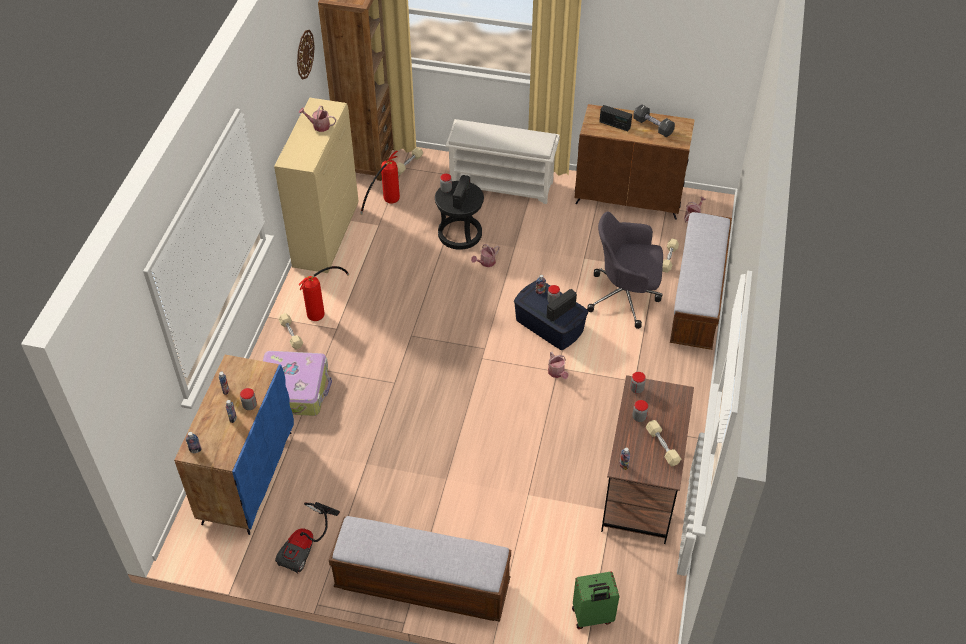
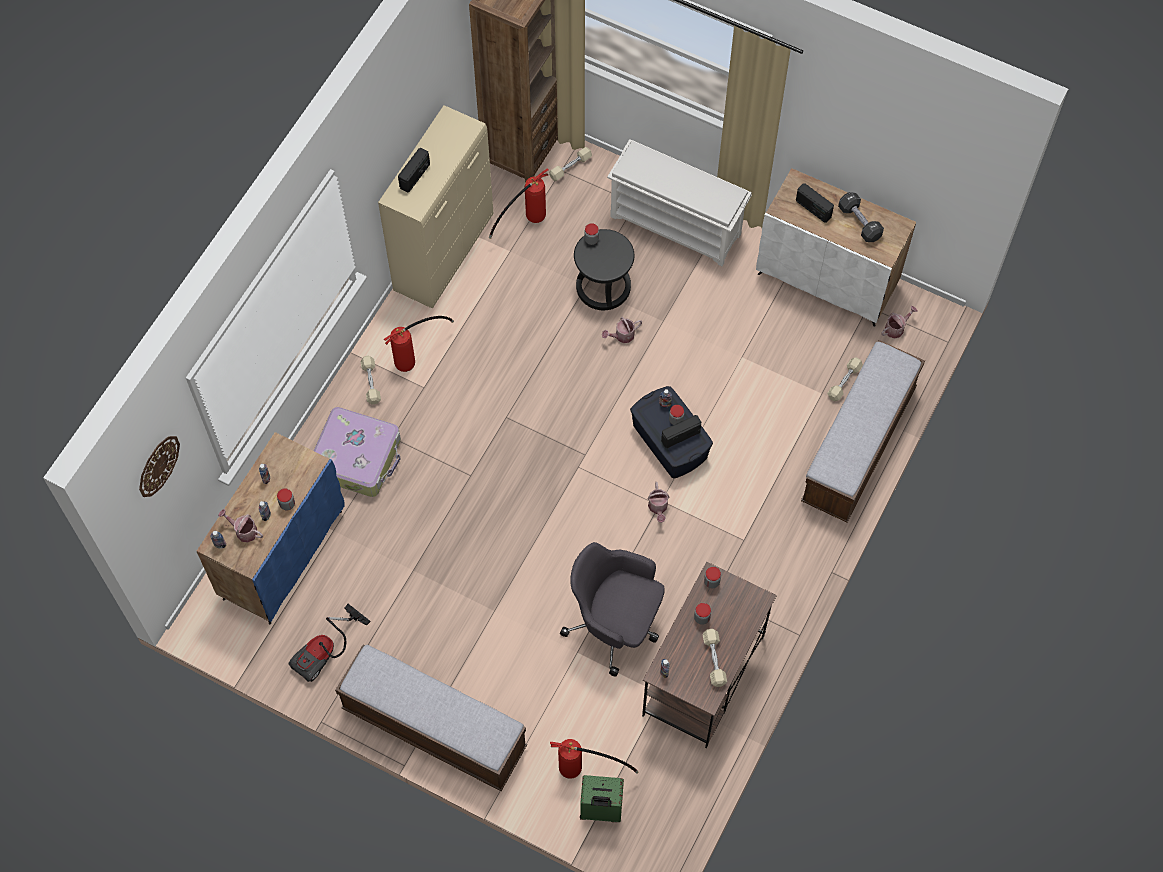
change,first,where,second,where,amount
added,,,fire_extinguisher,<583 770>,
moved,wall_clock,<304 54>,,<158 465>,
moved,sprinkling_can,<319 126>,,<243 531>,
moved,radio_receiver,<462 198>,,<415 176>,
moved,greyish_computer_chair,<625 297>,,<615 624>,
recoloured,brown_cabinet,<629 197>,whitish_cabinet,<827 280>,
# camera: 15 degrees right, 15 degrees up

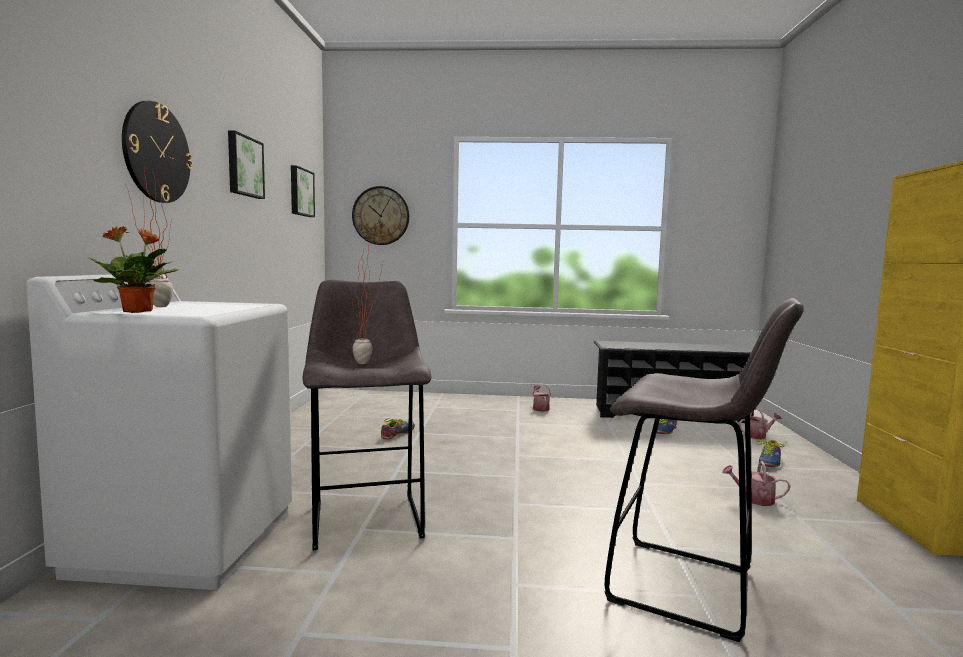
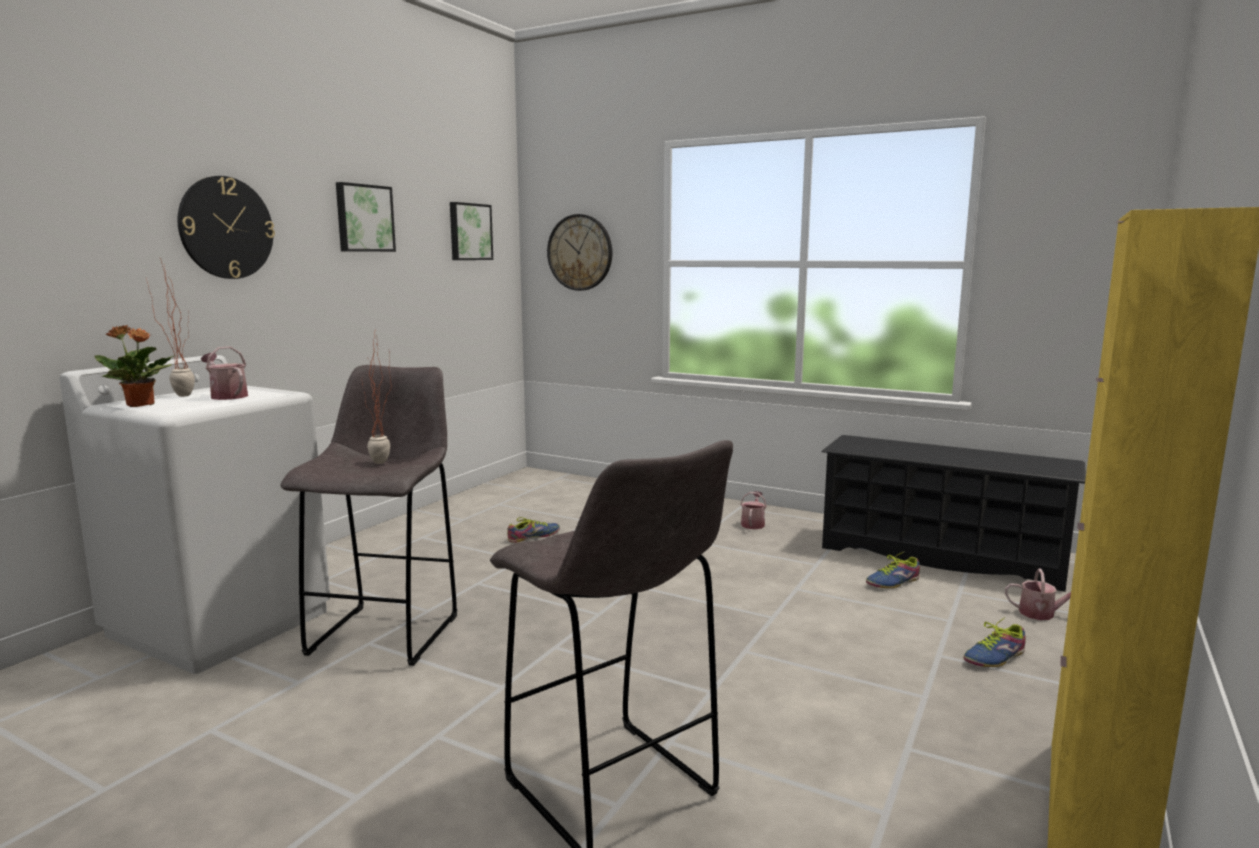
change,first,where,second,where,amount
moved,sprinkling_can,<754 499>,,<227 396>,
# camera: 25 degrees right, 5 degrees up

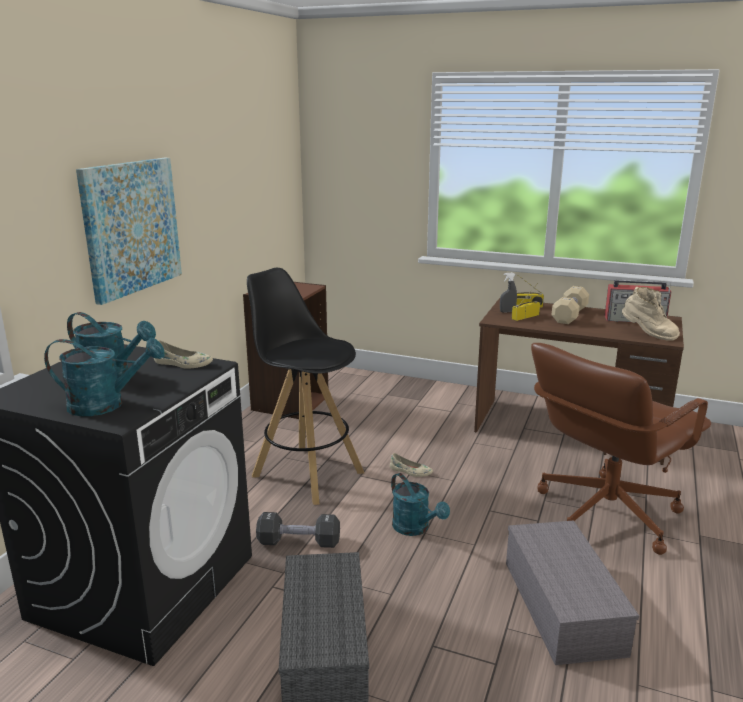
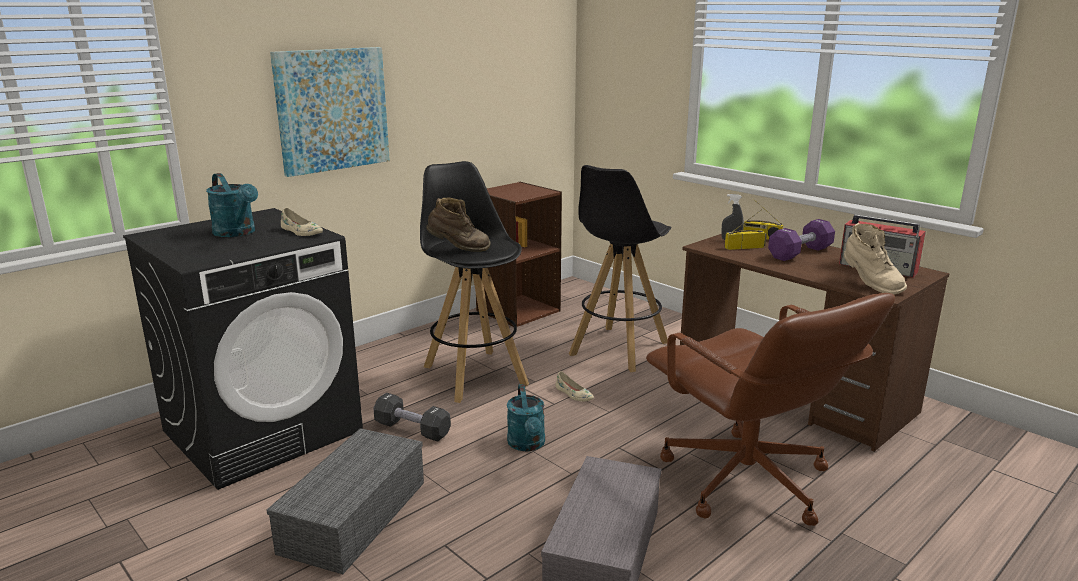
change,first,where,second,where,amount
removed,turquoise_sprinkling_can,<106 405>,,,
added,,,brown_boot,<458 249>,
added,,,black_sitting_stool,<618 349>,
recoloured,beige-coloured_dumbbell,<569 315>,purplish_dumbbell,<800 253>,
turned,brown_computer_chair,<605 513>,,<746 482>,105 degrees counterclockwise
# camera: 25 degrees right, 0 degrees up

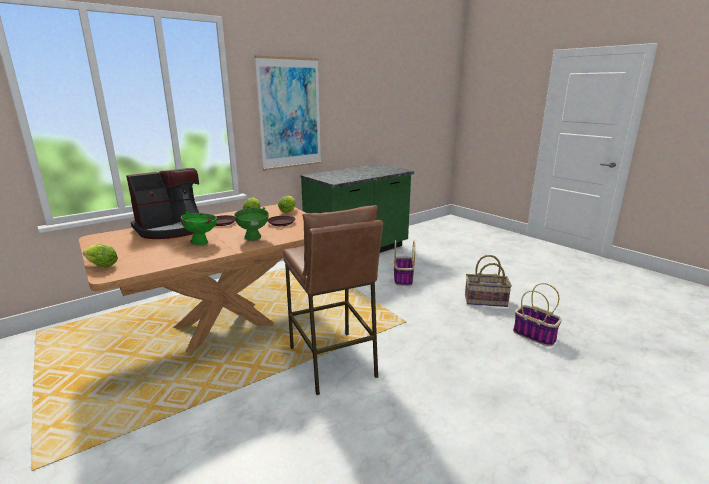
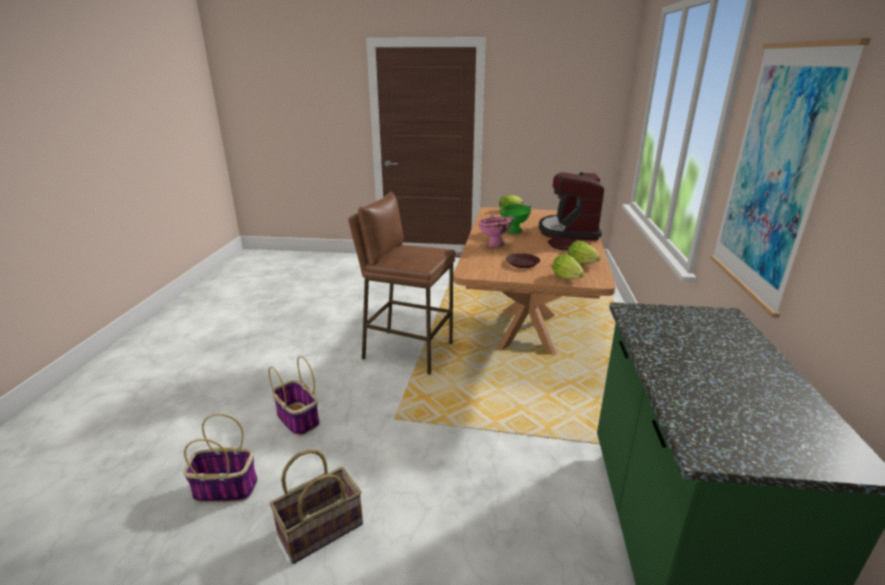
change,first,where,second,where,amount
moved,household_basket,<403 279>,,<298 419>,
recoloured,greenish_serving_bowl,<254 238>,pink-coloured_serving_bowl,<494 245>,
# camera: 135 degrees right, 5 degrees up

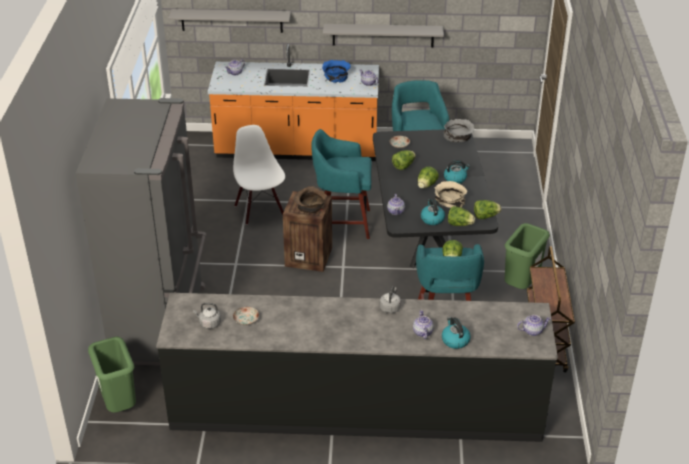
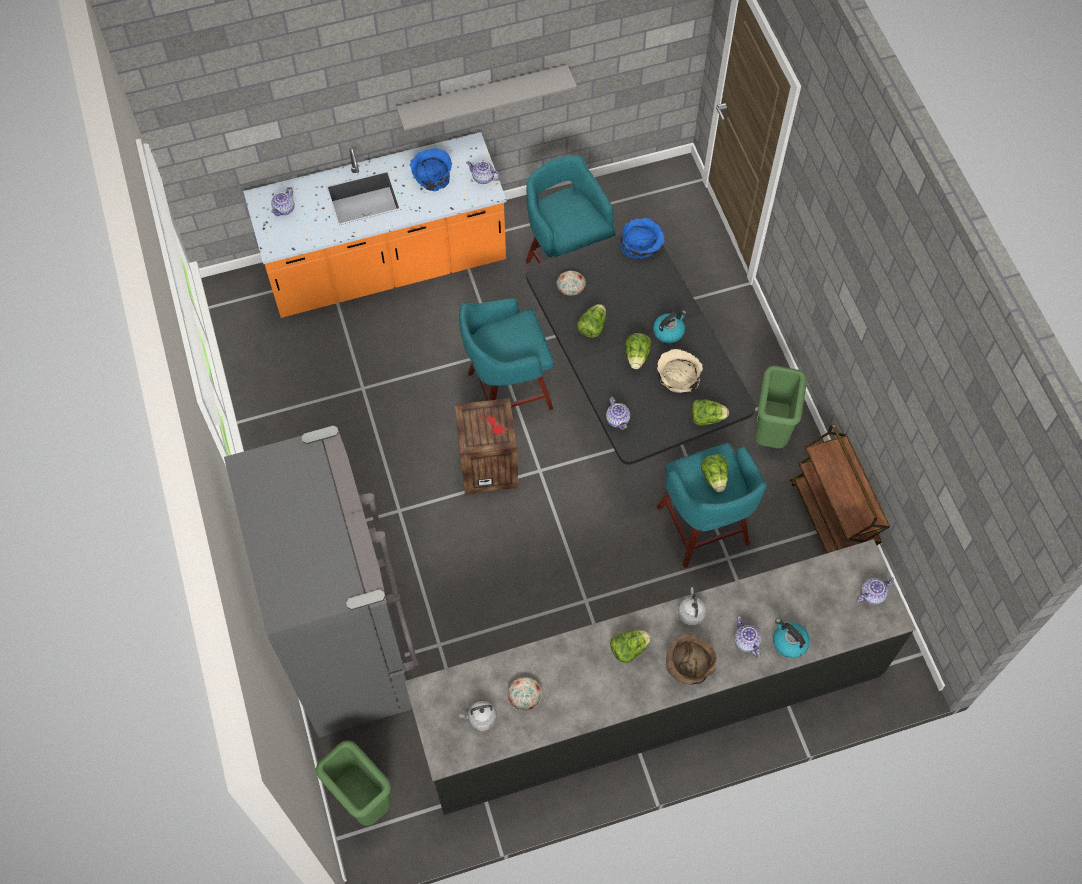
change,first,where,second,where,amount
removed,greyish_shelf,<231 20>,,,
removed,whitish_chair,<260 210>,,,
removed,kettle,<432 219>,,,
moved,brown_serving_bowl,<310 207>,,<689 666>,
moved,lettuce_head,<485 216>,,<628 649>,
recoloured,greyish_serving_bowl,<458 137>,bluish_serving_bowl,<641 245>,
# camera: 20 degrees left, 25 degrees up

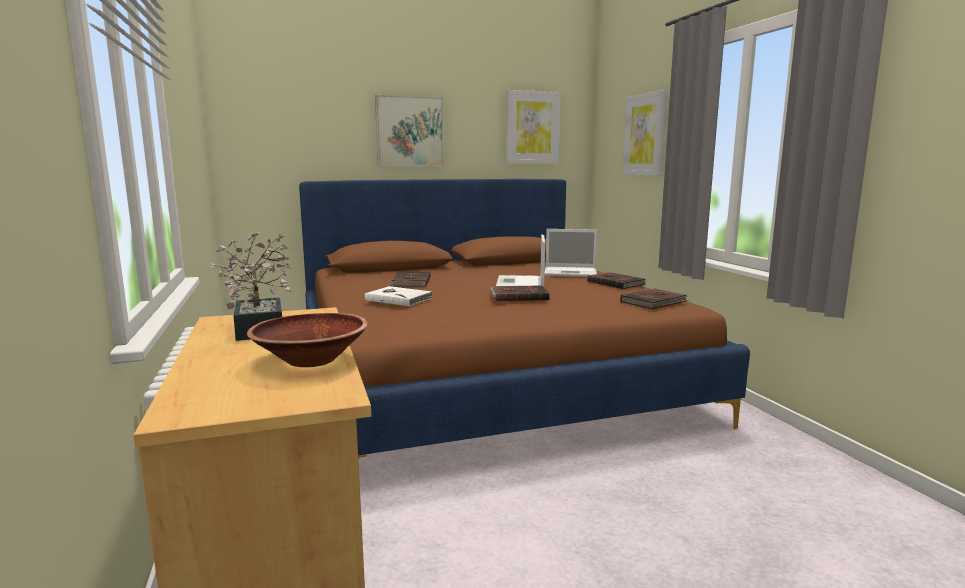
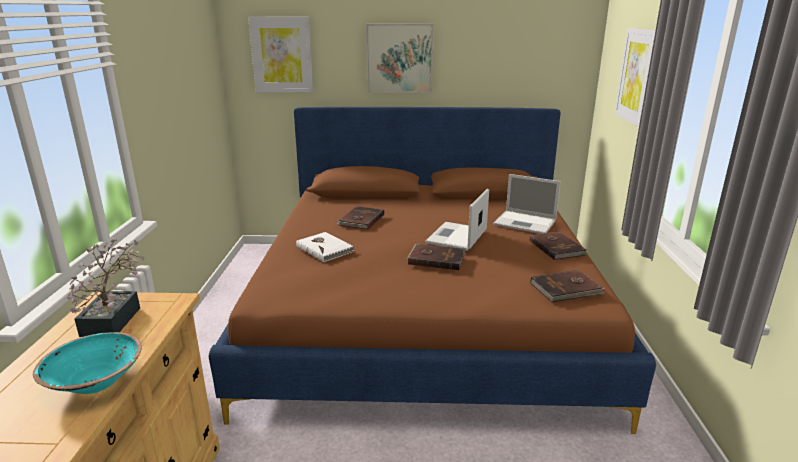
change,first,where,second,where,amount
moved,picture,<532 127>,,<282 55>,
recoloured,brown_serving_bowl,<311 360>,turquoise_serving_bowl,<95 382>,
# camera: 20 degrees right, 10 degrees up

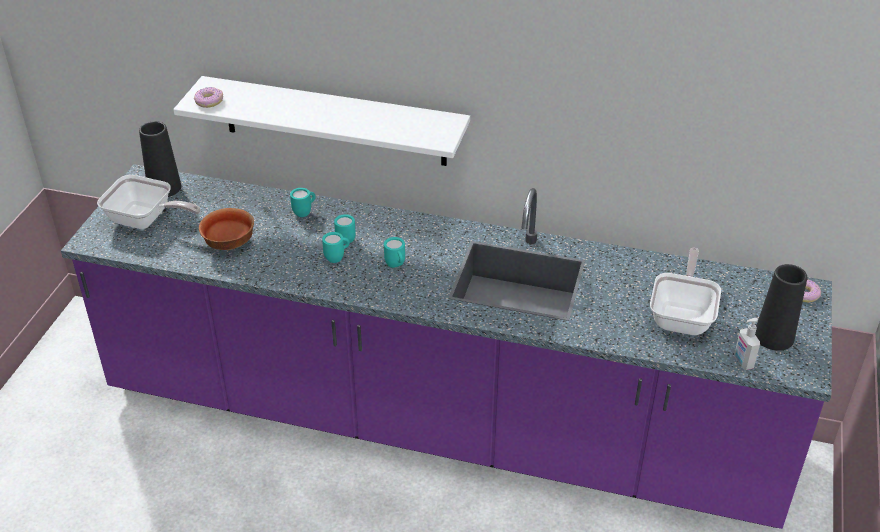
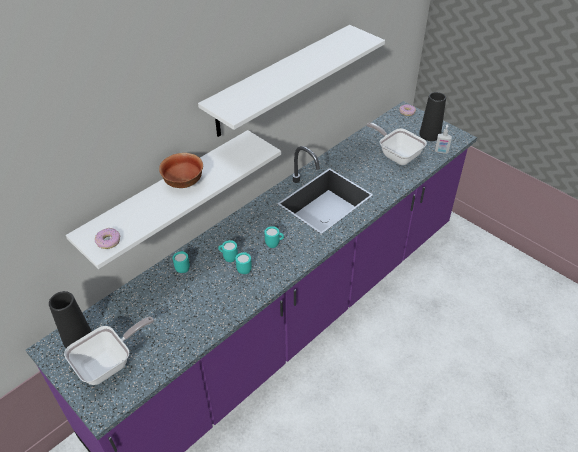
change,first,where,second,where,amount
added,,,whitish_shelf,<280 80>,
moved,serving_bowl,<229 245>,,<184 182>,
# camera: 60 degrees left, 5 degrees up

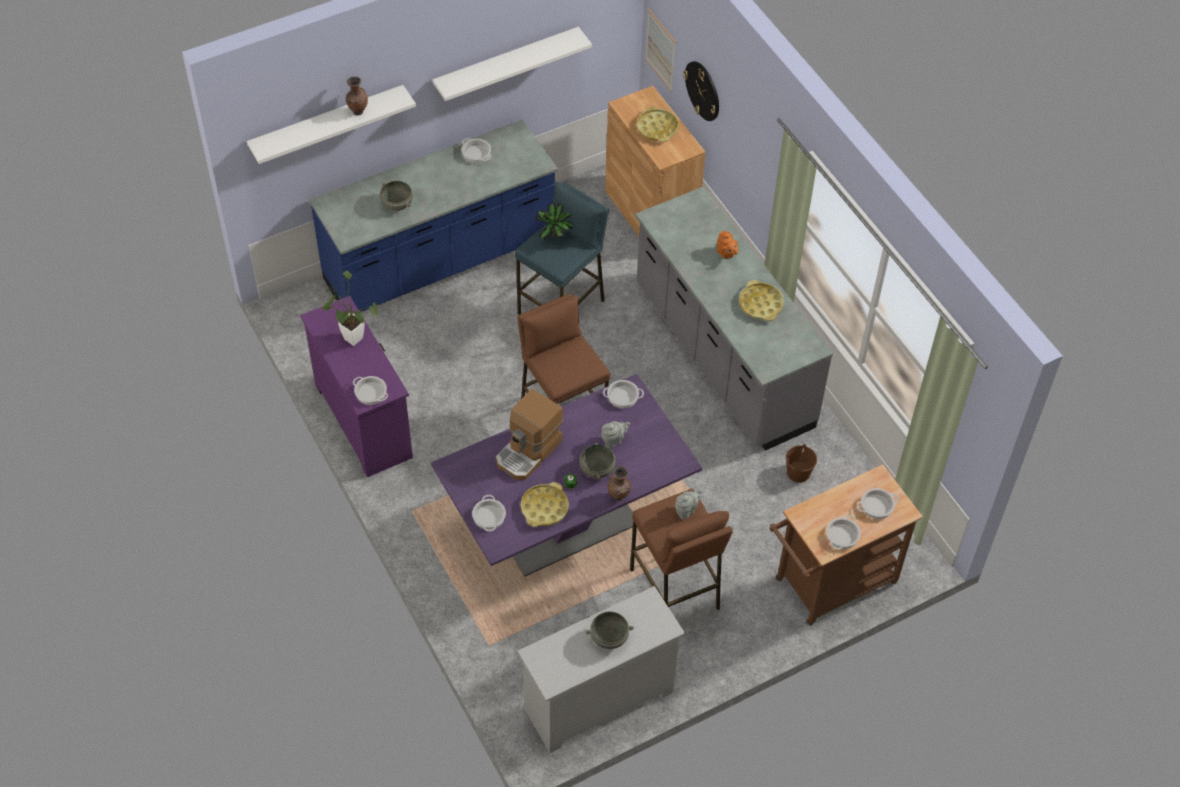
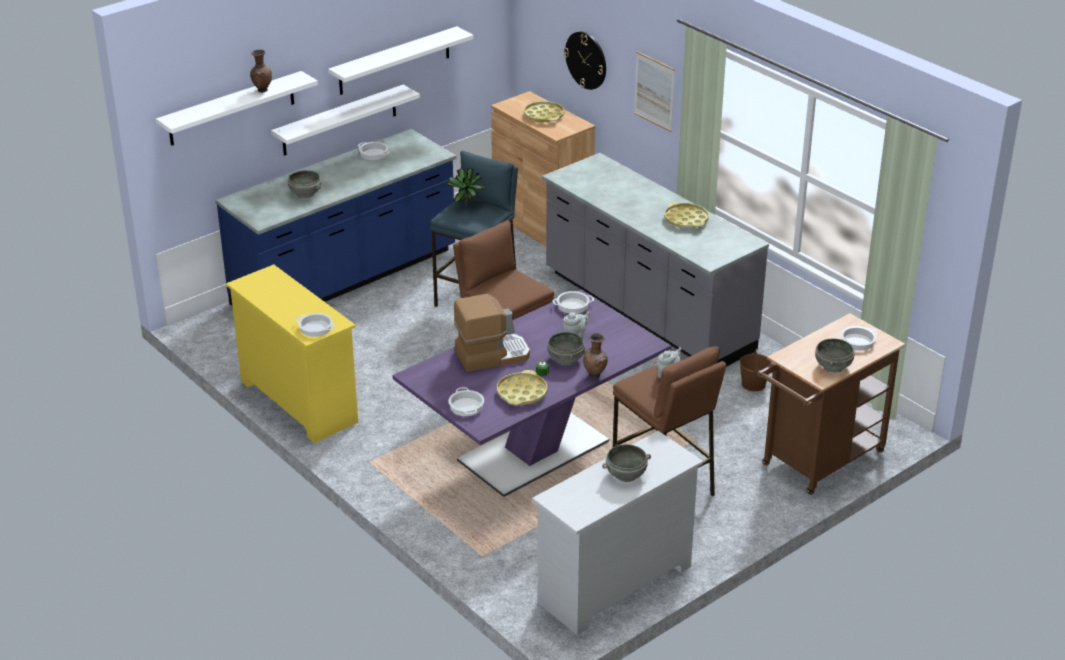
change,first,where,second,where,amount
removed,houseplant,<350 336>,,,
removed,orangey_teapot,<726 254>,,,
added,,,whitish_shelf,<339 120>,
moved,picture,<660 50>,,<654 91>,
replaced,cooking_pot,<842 536>,greyish_serving_bowl,<833 366>,
recoloured,purplish_chest_of_drawers,<363 420>,yellowish_chest_of_drawers,<298 401>,
turned,coffee_machine,<529 452>,,<492 355>,135 degrees counterclockwise
# camera: 10 degrees left, 20 degrees down

